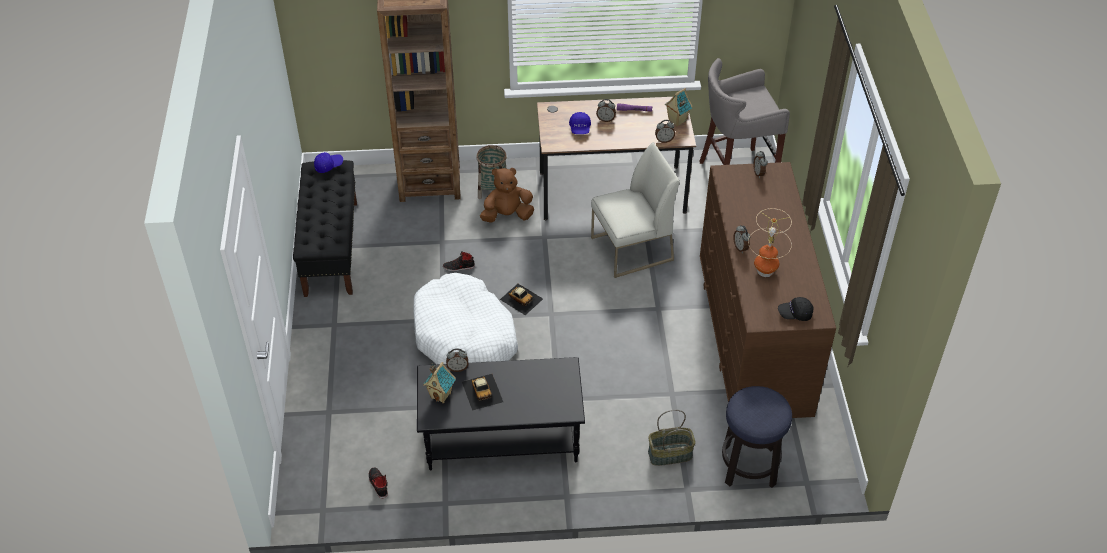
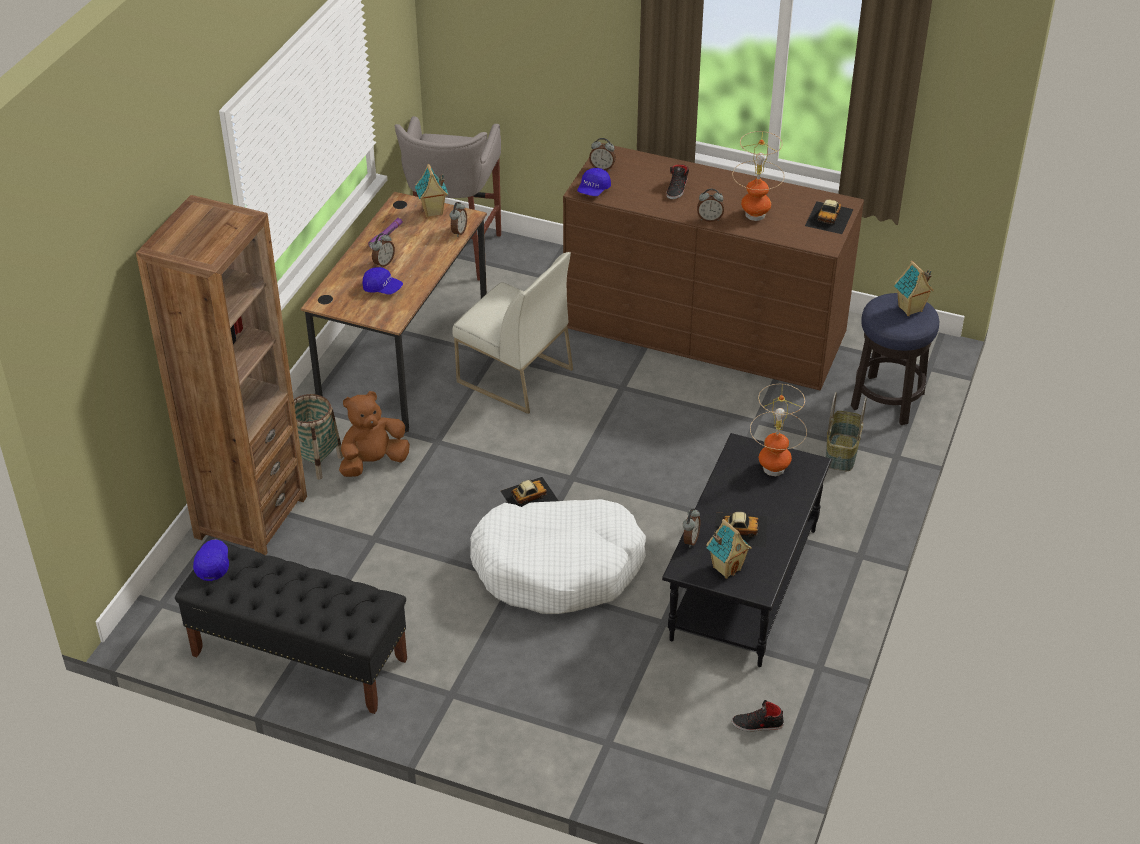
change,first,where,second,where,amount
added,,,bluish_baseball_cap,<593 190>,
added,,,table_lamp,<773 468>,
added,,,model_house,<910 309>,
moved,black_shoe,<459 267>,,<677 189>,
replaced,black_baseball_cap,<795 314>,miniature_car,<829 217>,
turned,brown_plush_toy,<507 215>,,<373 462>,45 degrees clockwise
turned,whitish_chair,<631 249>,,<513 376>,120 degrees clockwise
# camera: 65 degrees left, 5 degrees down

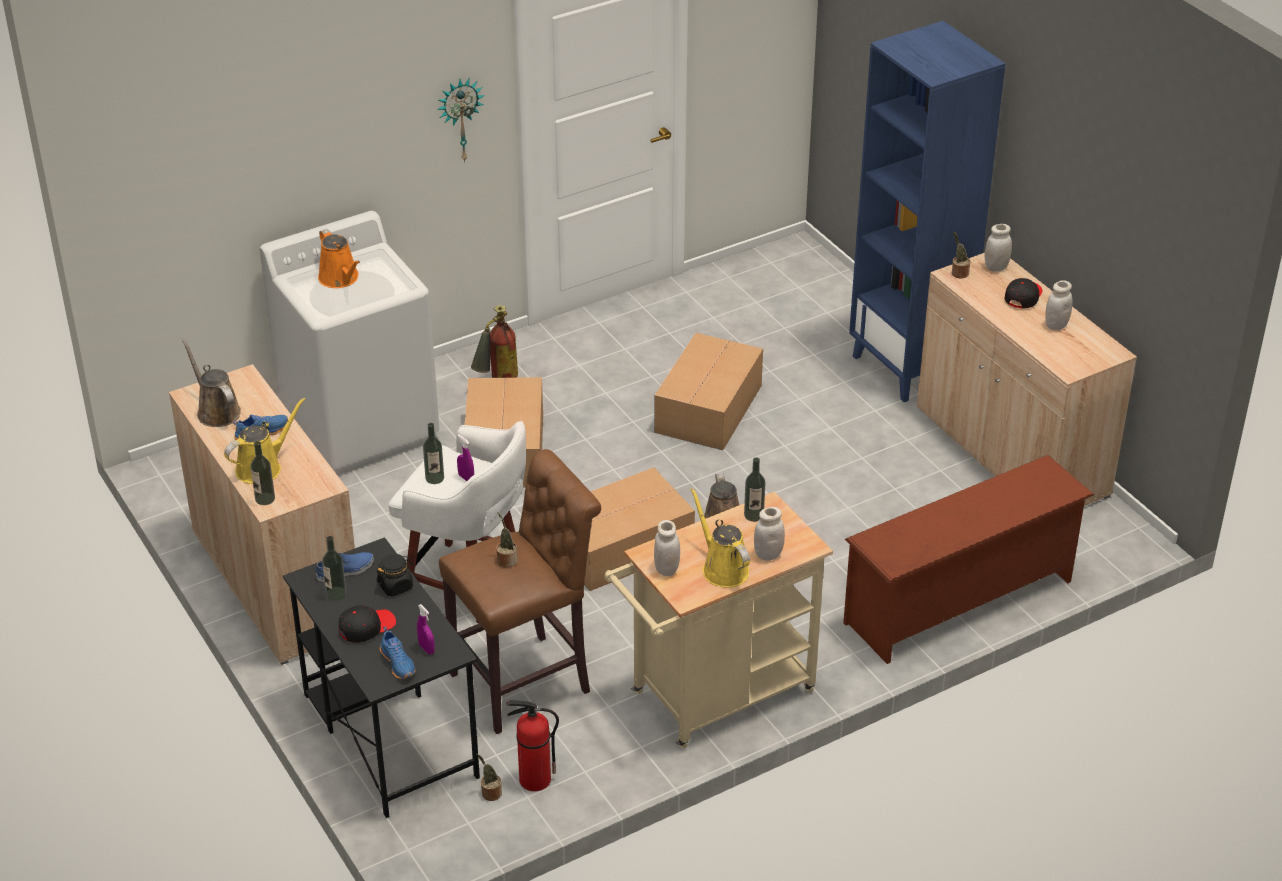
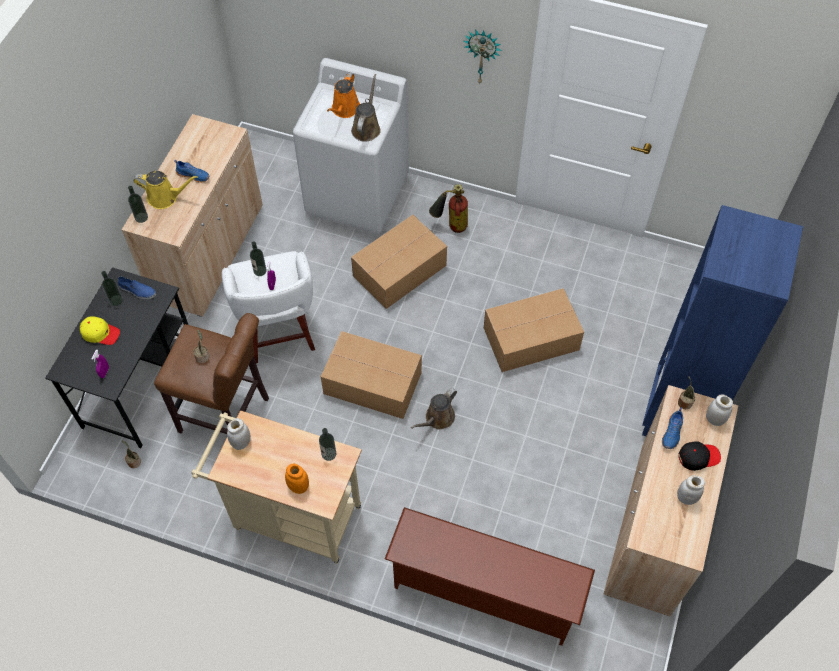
change,first,where,second,where,amount
removed,black_storage_jar,<395 586>,,,
removed,fire_extinguisher,<533 780>,,,
removed,yellowish_sprinkling_can,<722 568>,,,
moved,brown_sprinkling_can,<216 411>,,<366 128>,
moved,bluish_shoe,<398 663>,,<672 433>,
recoloured,black_baseball_cap,<366 627>,yellowish_baseball_cap,<100 333>,
recoloured,whitish_storage_jar,<768 554>,orangey_storage_jar,<298 486>,
# camera: 50 degrees right, 20 degrees up

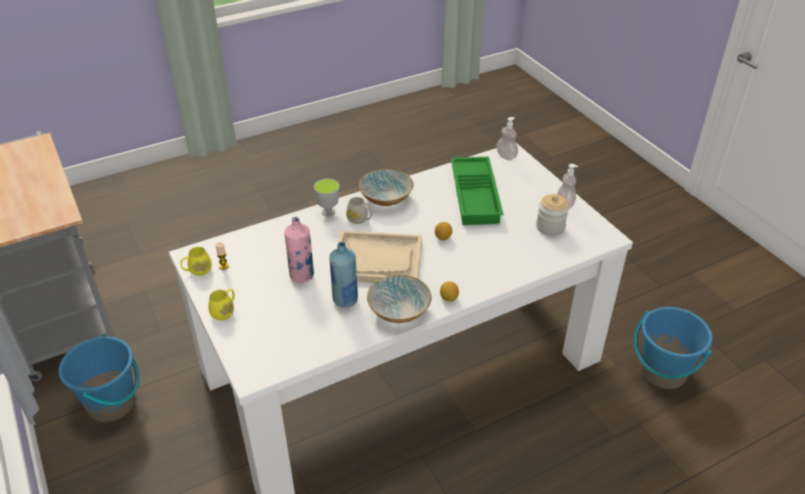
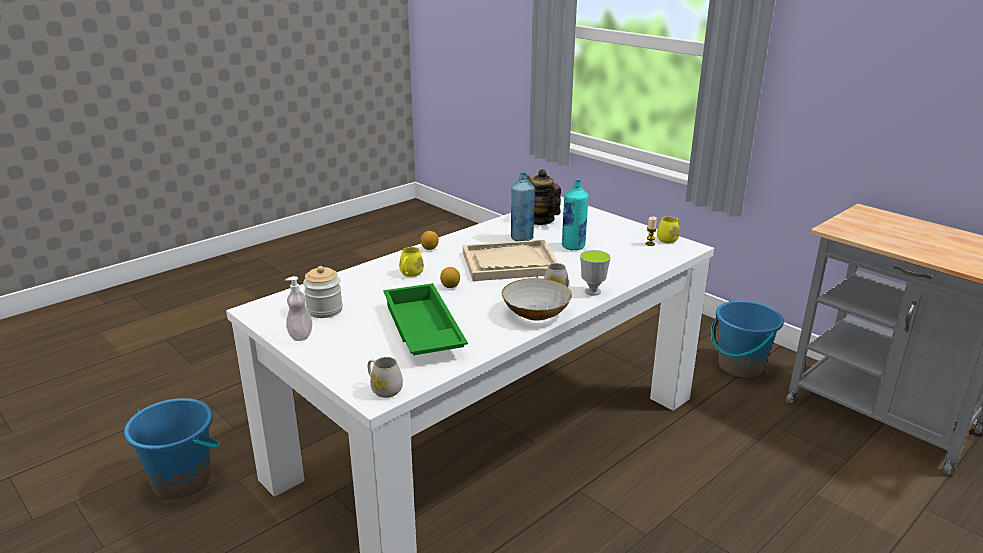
change,first,where,second,where,amount
removed,serving_bowl,<400 310>,,,
added,,,teapot,<541 220>,
moved,yellowish_coffee_mug,<224 311>,,<410 274>,
replaced,soap_bottle,<506 156>,whitish_coffee_mug,<384 389>,
recoloured,pink-coloured_bottle,<302 275>,turquoise_bottle,<573 246>,
# camera: 165 degrees right, 15 degrees down

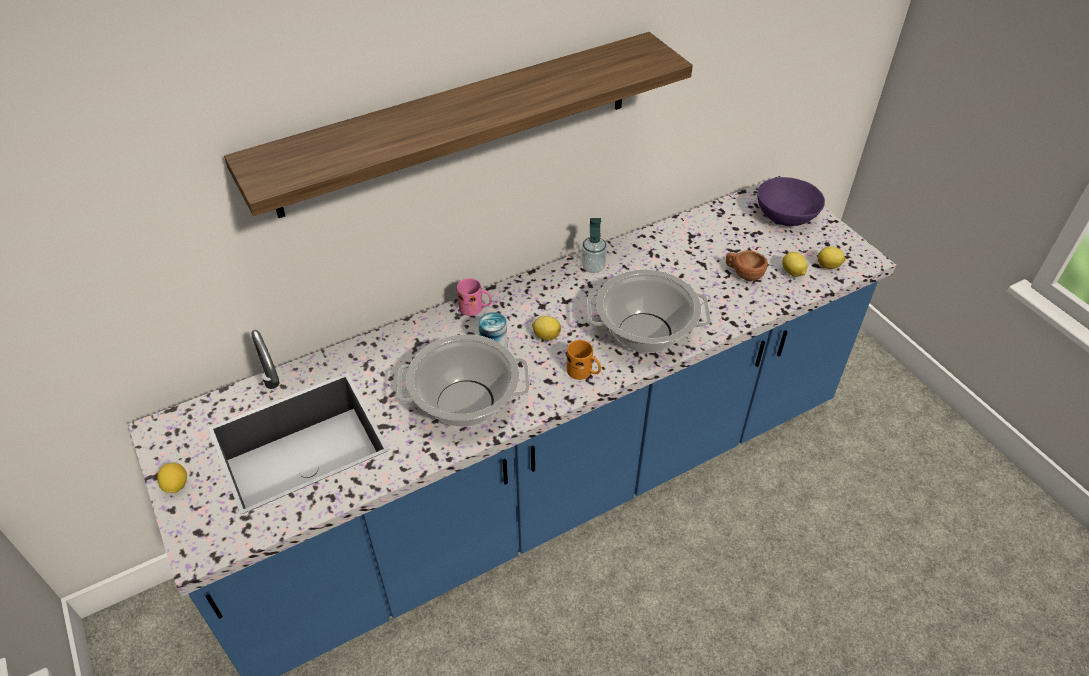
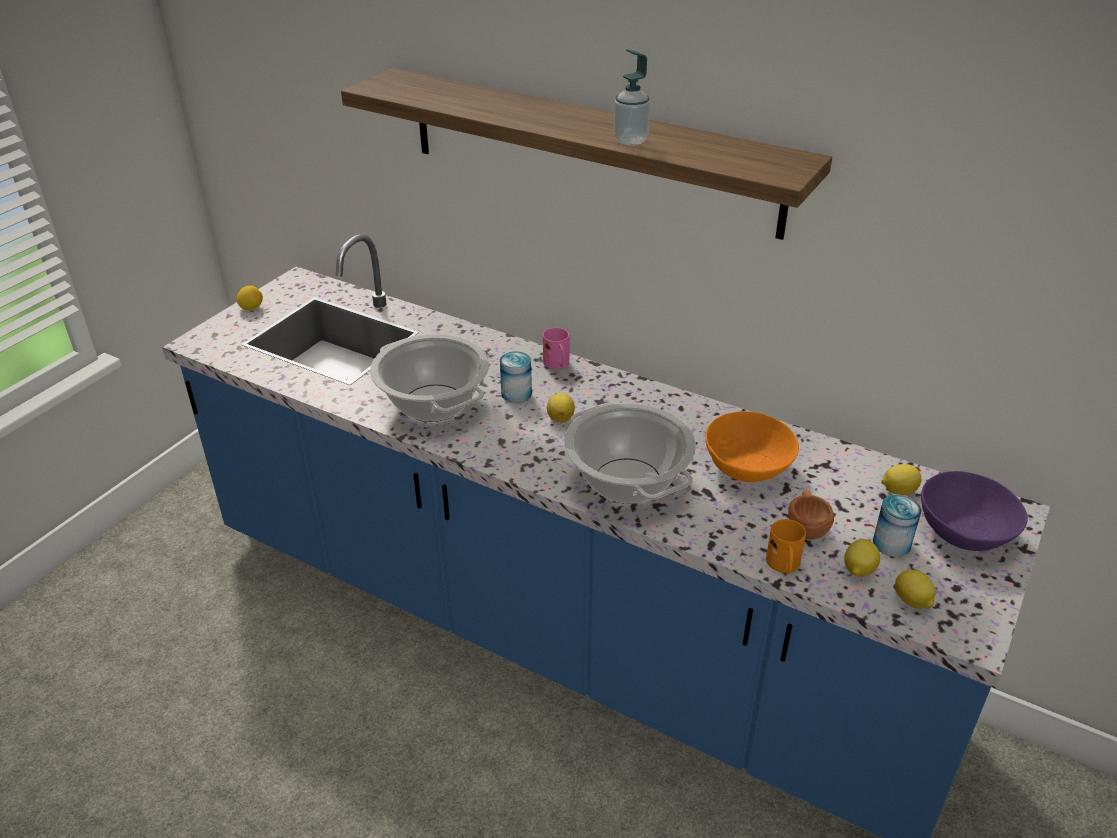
change,first,where,second,where,amount
added,,,orangey_serving_bowl,<748 467>,
added,,,can,<891 543>,
added,,,citrus_fruit,<898 491>,
moved,orangey_coffee_mug,<584 372>,,<784 566>,
moved,soap_bottle,<593 267>,,<630 141>,
# camera: 60 degrees right, 10 degrees down

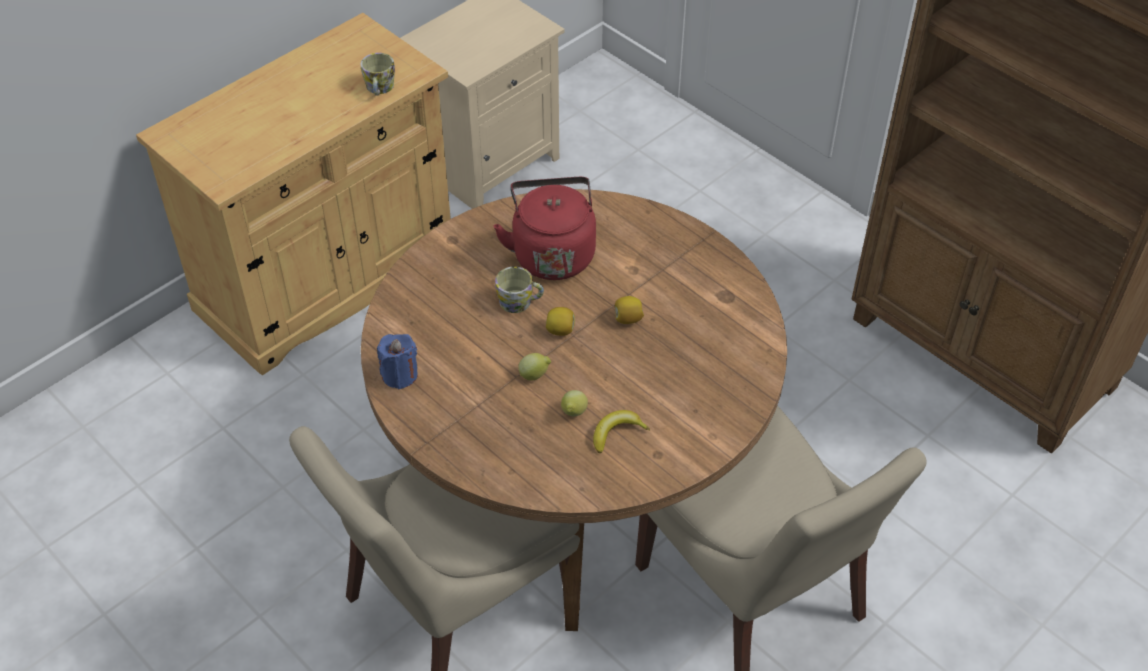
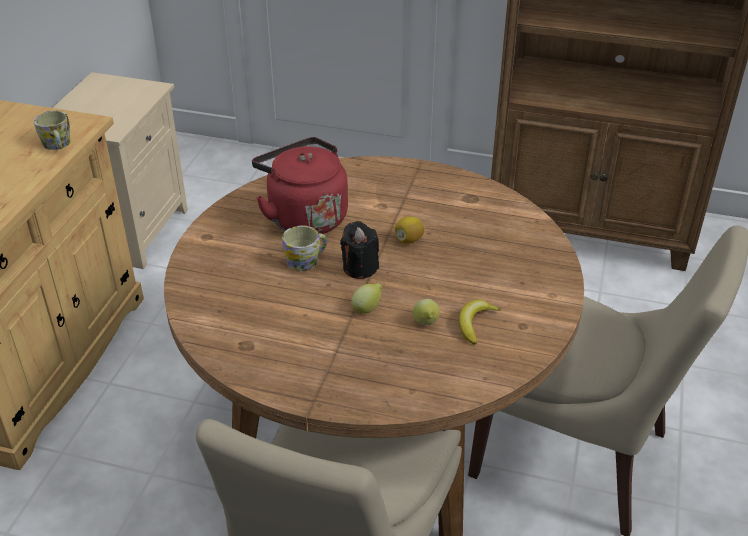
change,first,where,second,where,amount
removed,bluish_candle,<399 374>,,,
replaced,citrus_fruit,<560 330>,black_candle,<360 268>,
# camera: 30 degrees left, 10 degrees down

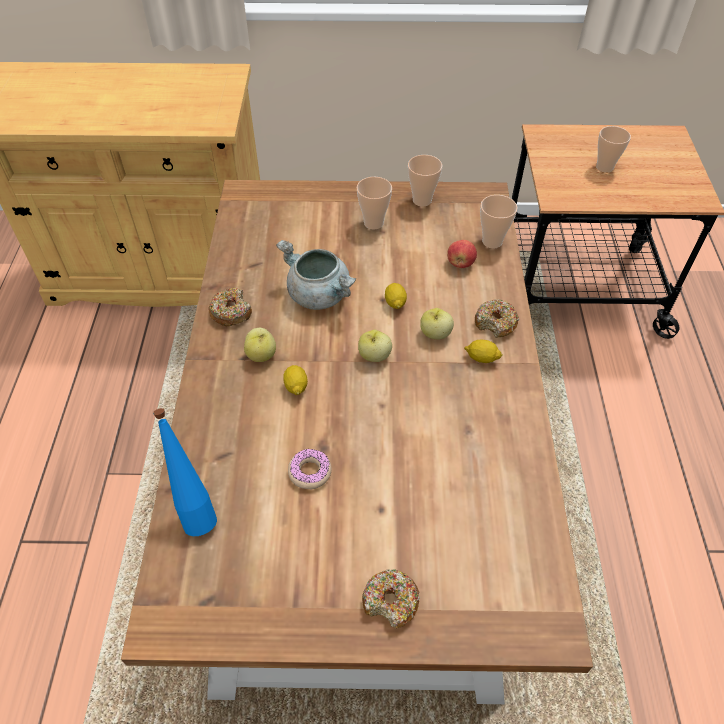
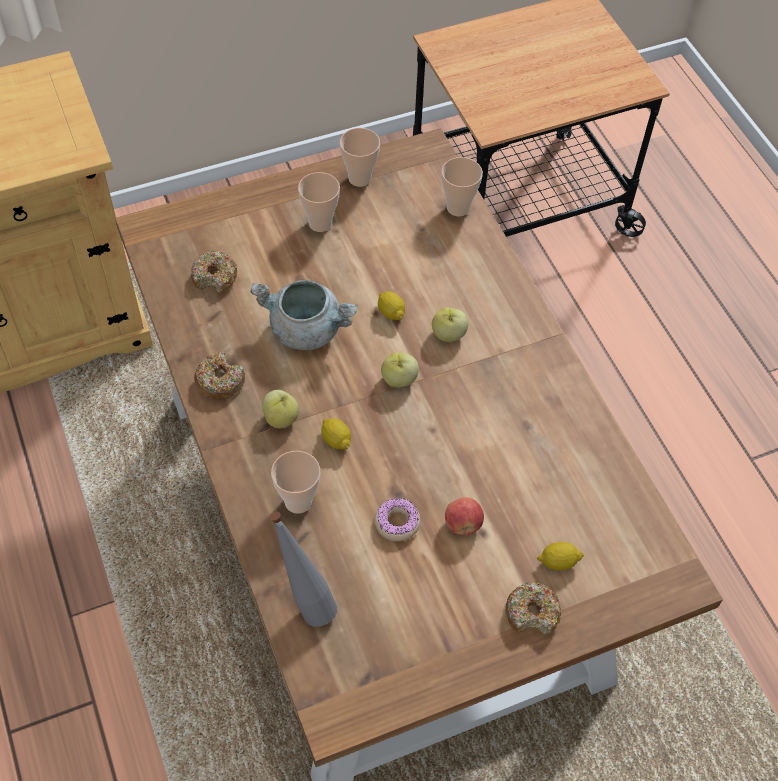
change,first,where,second,where,amount
moved,apple,<460 263>,,<463 524>,
moved,citrus_fruit,<481 358>,,<558 562>,
moved,doughnut,<495 323>,,<215 277>,
moved,small_cup,<604 167>,,<298 501>,
recoloured,bluish_bottle,<195 509>,greyish_bottle,<305 601>,
# camera: 25 degrees left, 5 degrees up

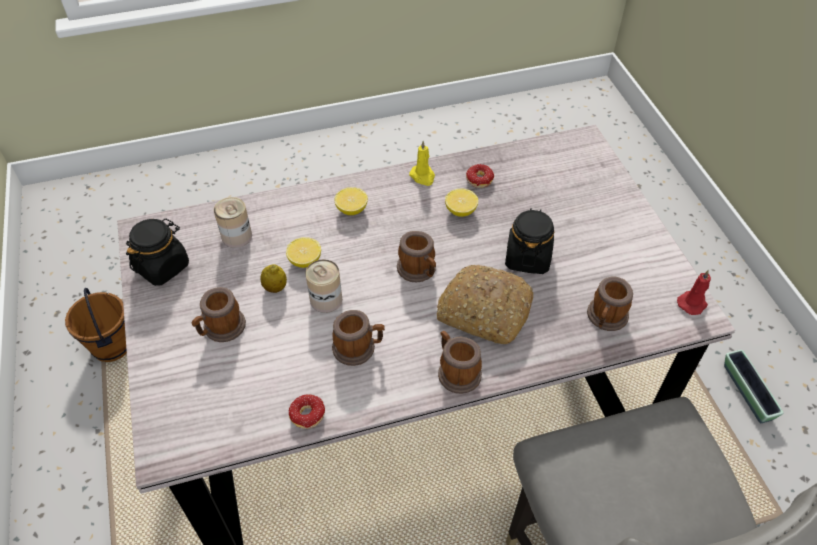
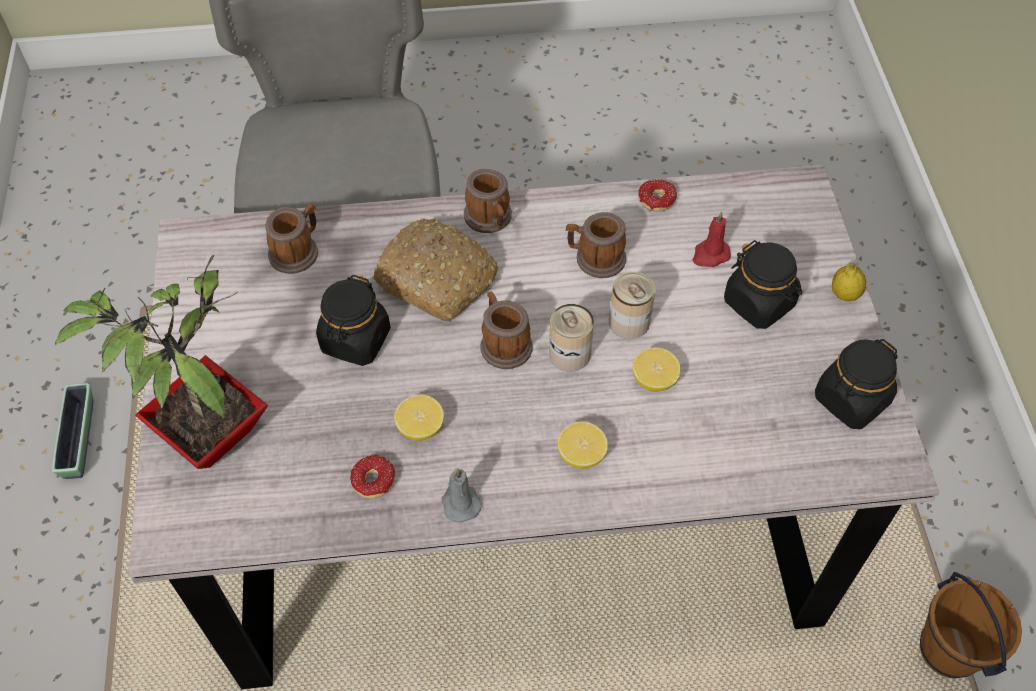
change,first,where,second,where,amount
added,,,houseplant,<209 431>,
moved,can,<236 236>,,<569 353>,
moved,citrus_fruit,<275 288>,,<844 294>,
moved,red-coloured_candle,<692 303>,,<710 255>,
replaced,coffee_mug,<221 329>,black_storage_jar,<759 303>,
recoloured,yellowish_candle,<423 176>,greyish_candle,<460 502>,
# camera: 170 degrees left, 5 degrees up

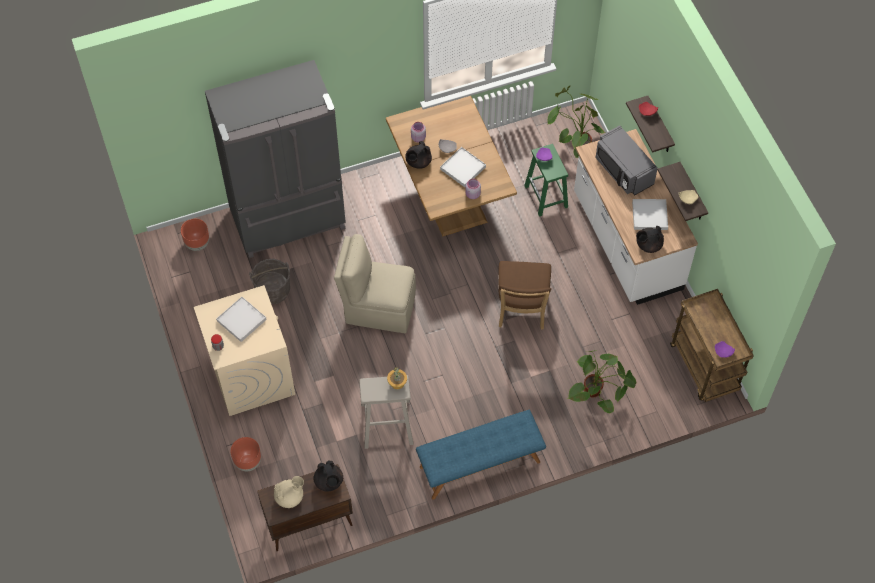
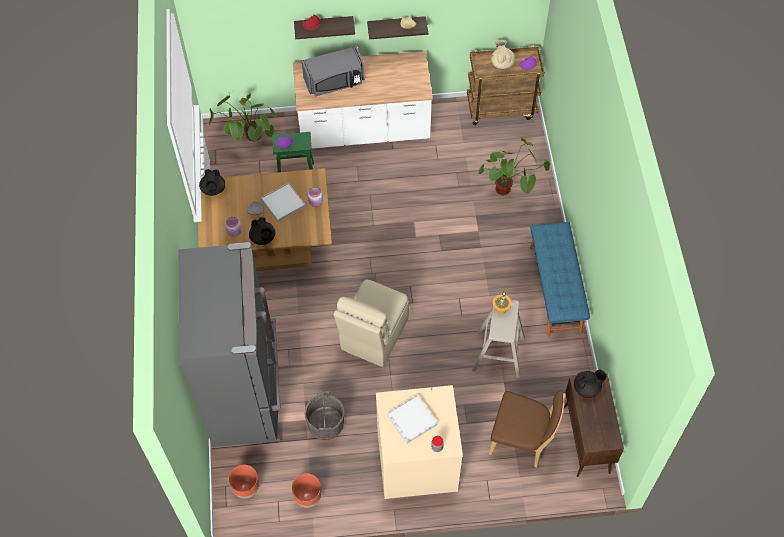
change,first,where,second,where,amount
removed,whitish_serving_tray,<649 215>,,,
moved,brown_planter,<247 462>,,<308 497>,
moved,beige-coloured_teapot,<290 497>,,<502 63>,
moved,brown_chair,<521 310>,,<522 441>,
moved,black_teapot,<648 245>,,<213 189>,
# camera: 75 degrees left, 0 degrees up

